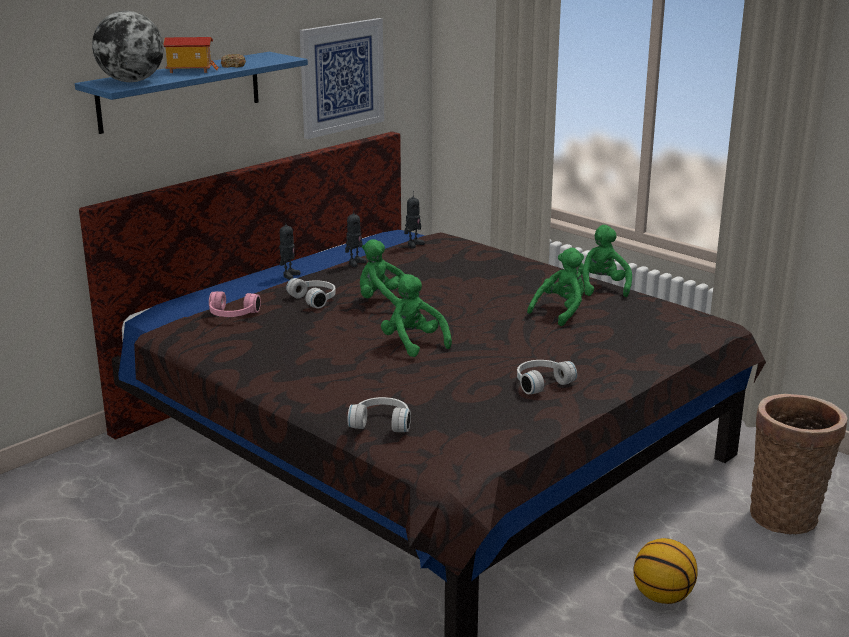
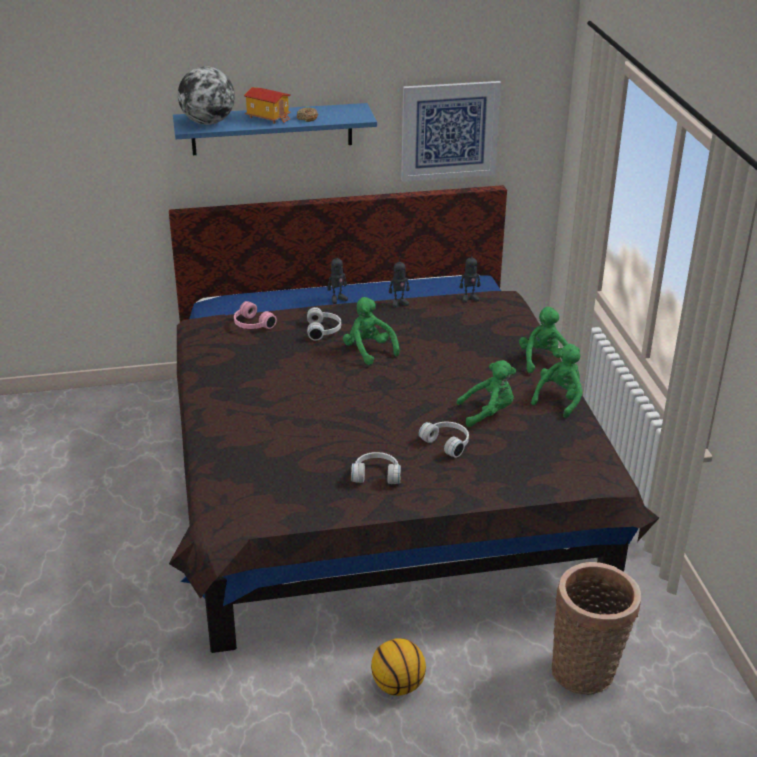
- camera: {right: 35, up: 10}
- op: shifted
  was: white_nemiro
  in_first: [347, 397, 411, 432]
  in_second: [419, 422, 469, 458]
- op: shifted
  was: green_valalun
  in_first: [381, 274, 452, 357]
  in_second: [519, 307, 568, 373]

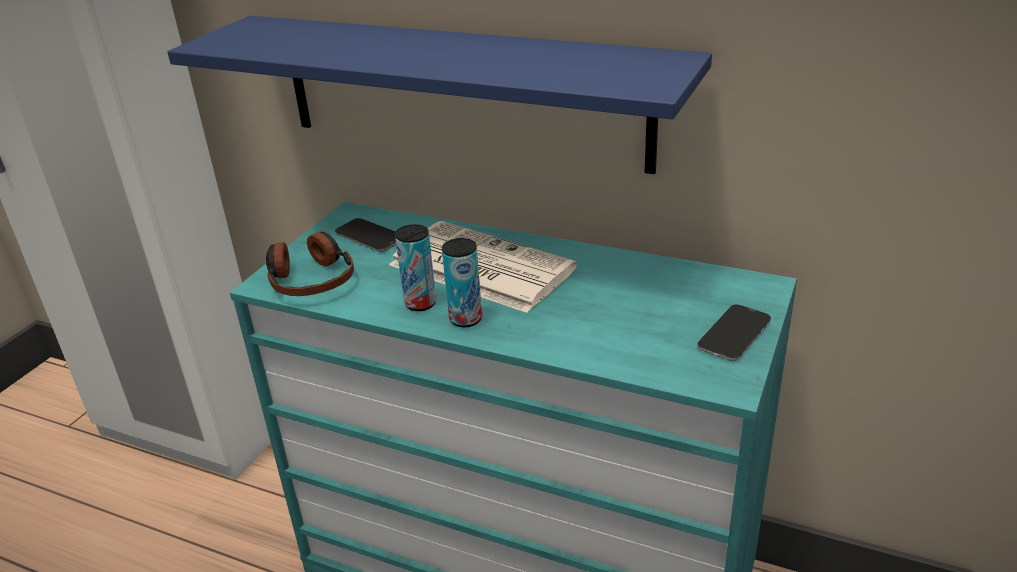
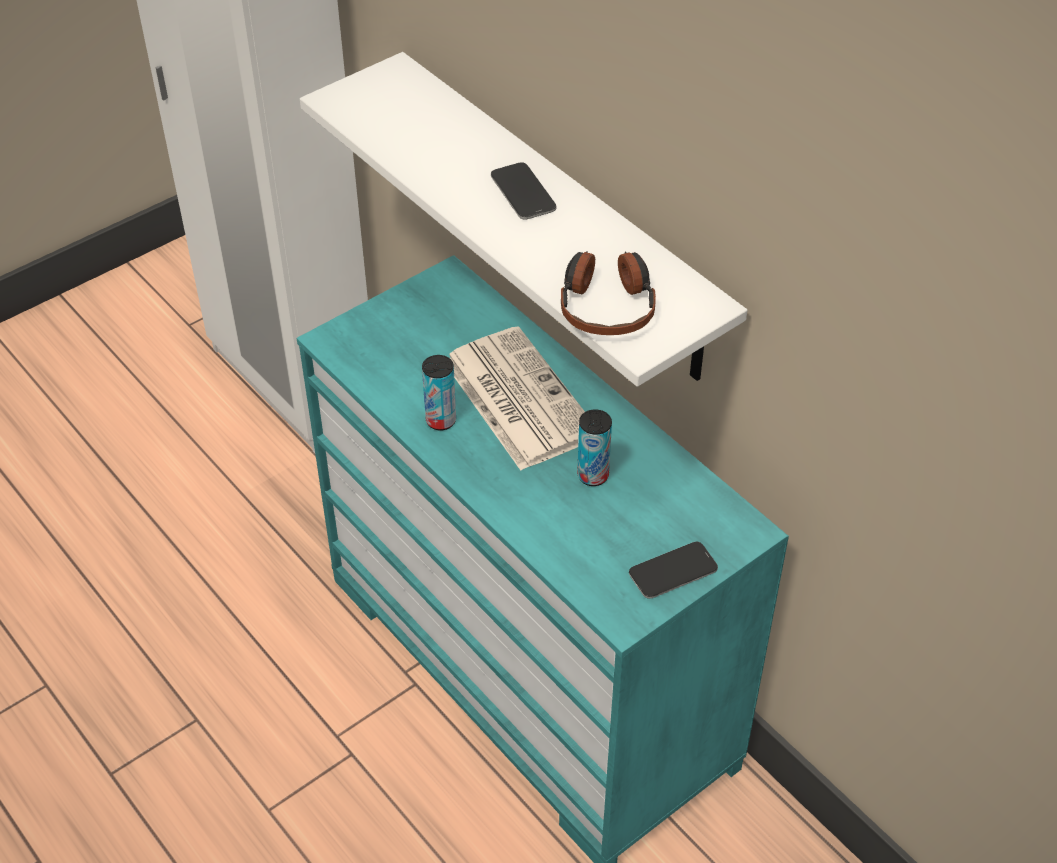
- camera: {right: 25, up: 15}
- op: repainted
  was: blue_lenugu
  now: white_lenugu
  in_first: [167, 16, 712, 174]
  in_second: [300, 52, 747, 387]
- op: shifted
  was: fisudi
  in_first: [335, 218, 396, 252]
  in_second: [491, 162, 557, 220]
- op: shifted
  was: nemiro
  in_first: [266, 231, 354, 296]
  in_second: [561, 251, 656, 335]
- op: shifted
  was: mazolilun
  in_first: [442, 238, 482, 327]
  in_second: [577, 409, 612, 486]

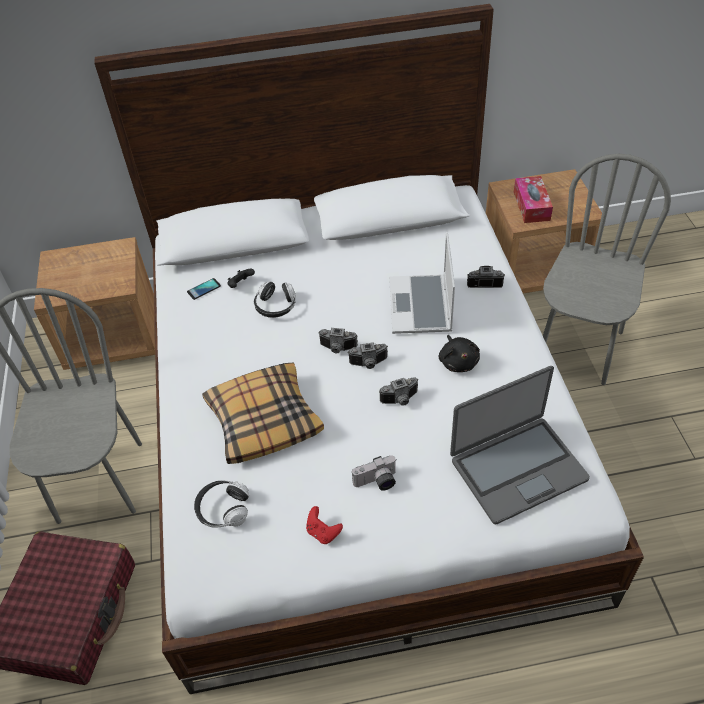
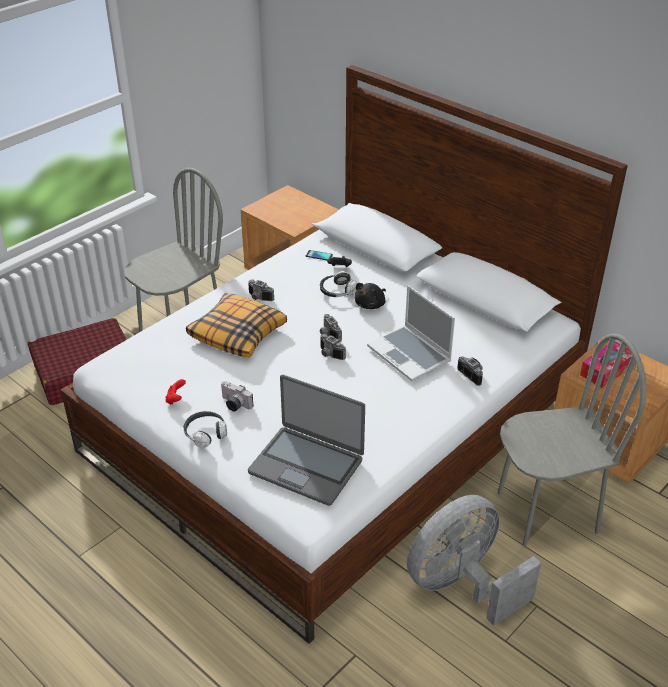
- camera: {right: 50, up: -10}
- op: shifted
  was: nemiro
  in_first: [194, 481, 249, 528]
  in_second: [183, 411, 227, 448]
- op: shifted
  was: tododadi
  in_first: [379, 377, 418, 406]
  in_second: [248, 280, 274, 301]
- op: shifted
  was: black_valalun
  in_first: [439, 335, 480, 372]
  in_second: [354, 283, 386, 309]
- op: rotated
  was: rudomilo
  in_first: [389, 232, 455, 334]
  in_second: [367, 285, 455, 381]
  clockwise: -90
- op: new
  now: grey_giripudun
  in_second: [407, 495, 541, 626]

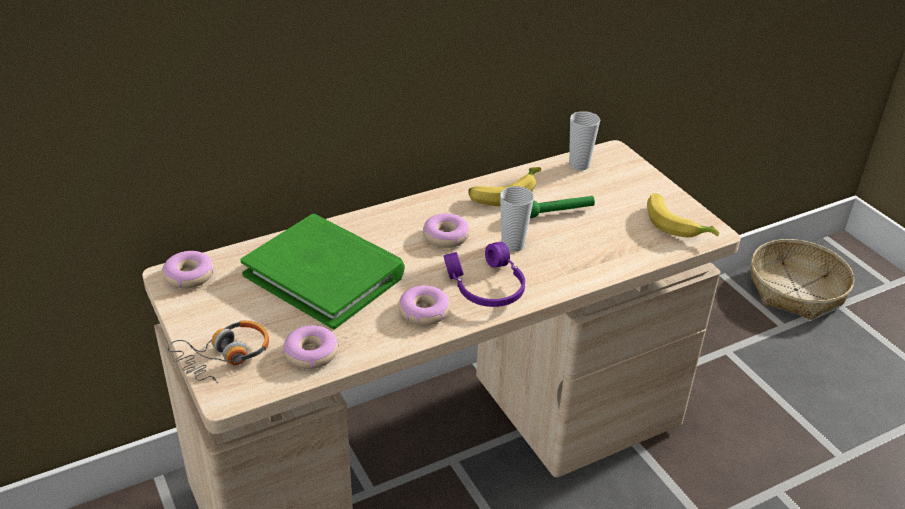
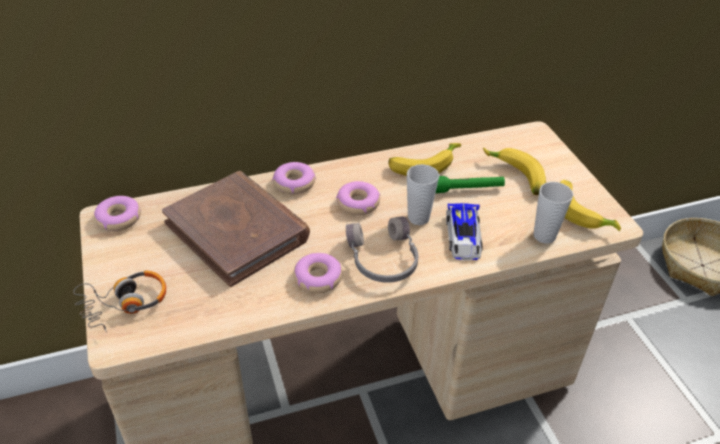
- camera: {right: 10, up: 5}
- op: repainted
  was: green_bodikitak
  now: brown_bodikitak
  in_first: [240, 214, 405, 329]
  in_second: [162, 171, 310, 287]
- op: shifted
  was: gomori
  in_first: [283, 325, 339, 369]
  in_second: [272, 162, 316, 194]
- op: repainted
  was: purple_nemiro
  now: grey_nemiro
  in_first: [444, 242, 525, 307]
  in_second: [346, 216, 418, 283]
- op: new
  now: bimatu
  in_second: [446, 203, 483, 260]
- op: new
  now: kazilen
  in_second: [483, 148, 546, 195]
- op: shifted
  was: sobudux
  in_first: [569, 111, 600, 170]
  in_second: [533, 182, 574, 244]

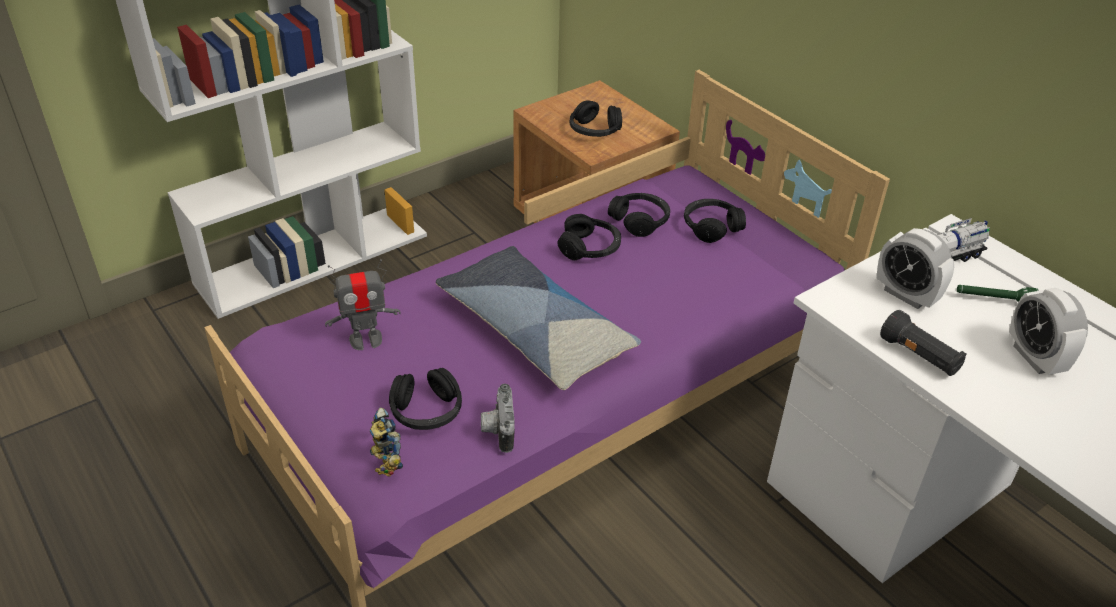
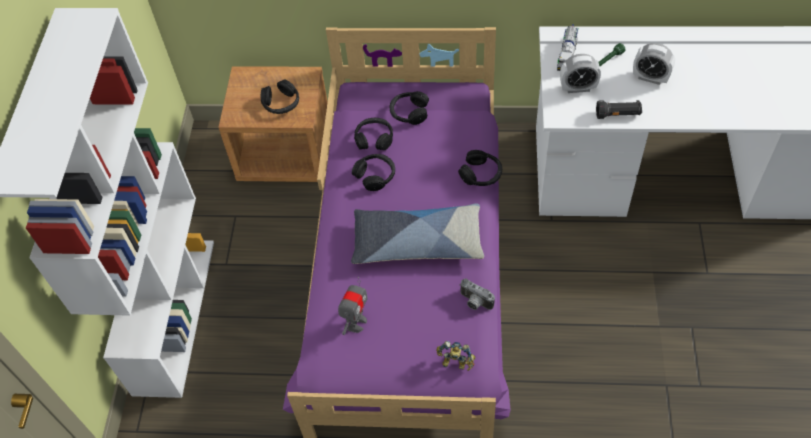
- camera: {right: -45, up: 15}
- op: shifted
  was: black_nemiro
  in_first: [389, 368, 462, 430]
  in_second: [458, 150, 502, 186]

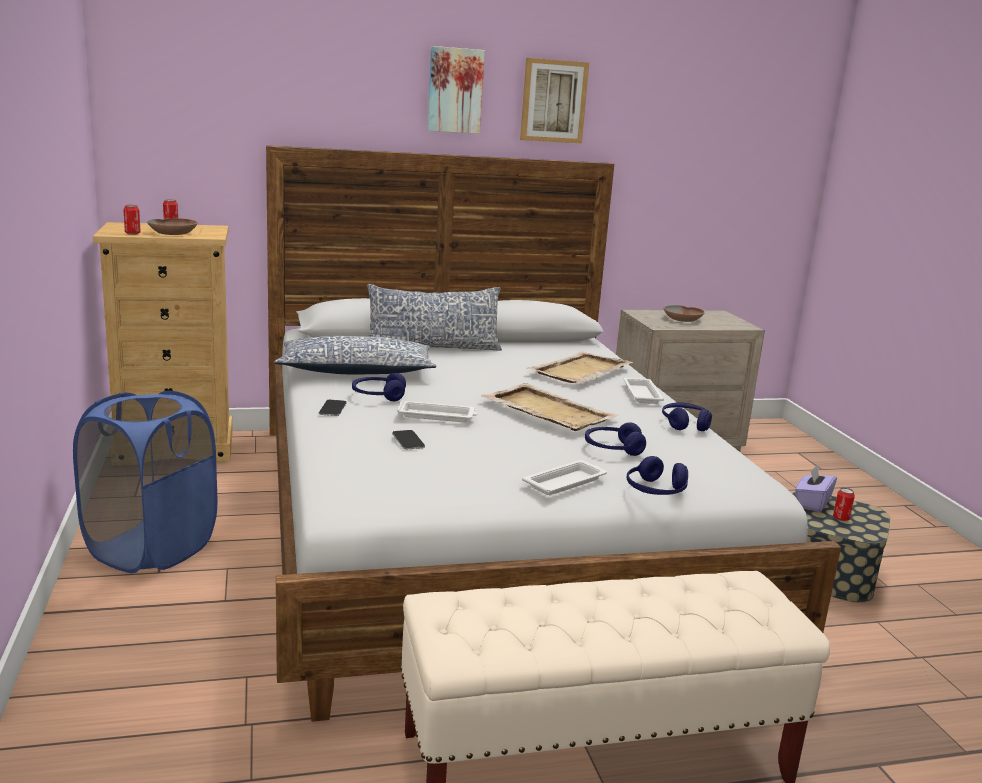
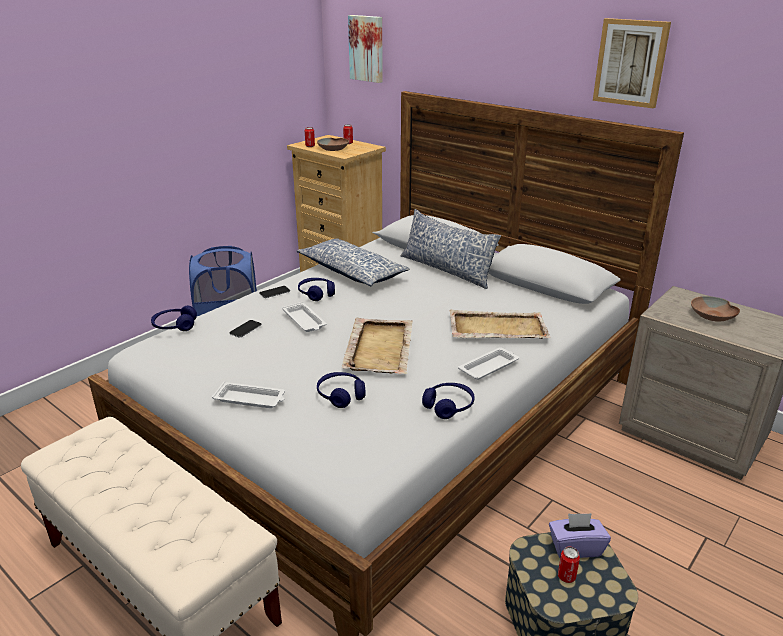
- camera: {right: 55, up: 10}
- op: shifted
  was: blue_nemiro
  in_first: [627, 456, 688, 495]
  in_second: [151, 305, 197, 331]
- op: shifted
  was: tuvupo
  in_first: [427, 46, 485, 134]
  in_second: [348, 15, 383, 83]

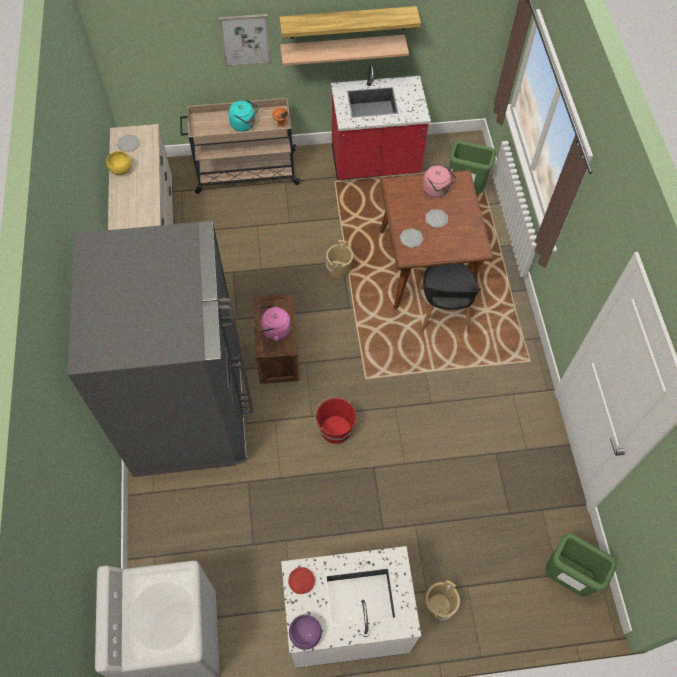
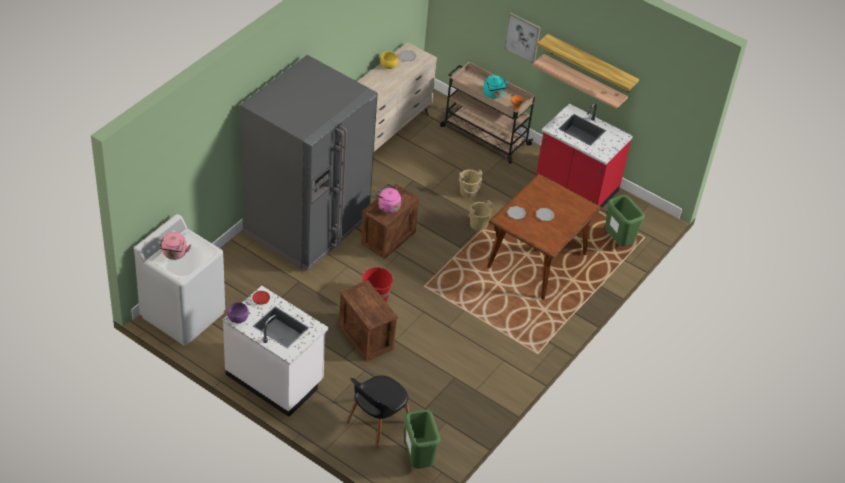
- camera: {right: 40, up: -15}
- op: shifted
  was: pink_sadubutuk
  in_first: [422, 166, 457, 198]
  in_second: [159, 232, 191, 260]
- op: new
  now: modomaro
  in_second: [339, 280, 398, 361]
- op: shifted
  was: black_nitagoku
  in_first: [420, 264, 481, 333]
  in_second: [347, 375, 409, 448]
- op: shifted
  was: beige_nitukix
  in_first: [426, 580, 460, 621]
  in_second: [459, 170, 482, 198]

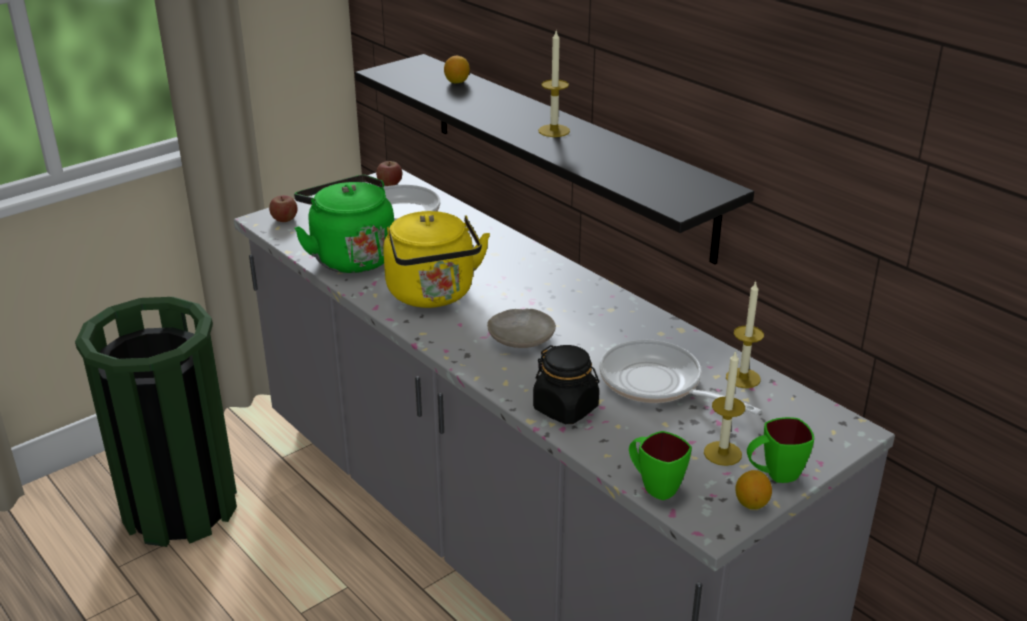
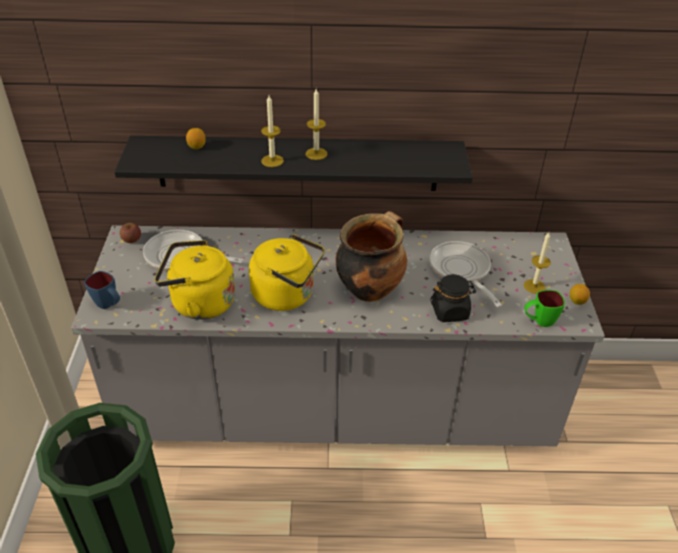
- camera: {right: -50, up: 10}
- op: swapped
  was: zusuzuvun
  now: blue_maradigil
  in_first: [269, 195, 297, 222]
  in_second: [84, 271, 120, 309]
- op: repainted
  was: green_sadubutuk
  now: yellow_sadubutuk
  in_first: [294, 175, 394, 273]
  in_second: [155, 240, 235, 320]
- op: shifted
  was: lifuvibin
  in_first: [726, 281, 764, 388]
  in_second: [261, 95, 284, 167]
- op: swapped
  was: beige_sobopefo
  now: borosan
  in_first: [487, 309, 556, 348]
  in_second: [336, 211, 407, 302]
- op: rotated
  was: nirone
  in_first: [599, 340, 762, 415]
  in_second: [429, 241, 502, 307]
  clockwise: 75
- op: gone
  was: green_maradigil
  in_first: [747, 417, 814, 483]

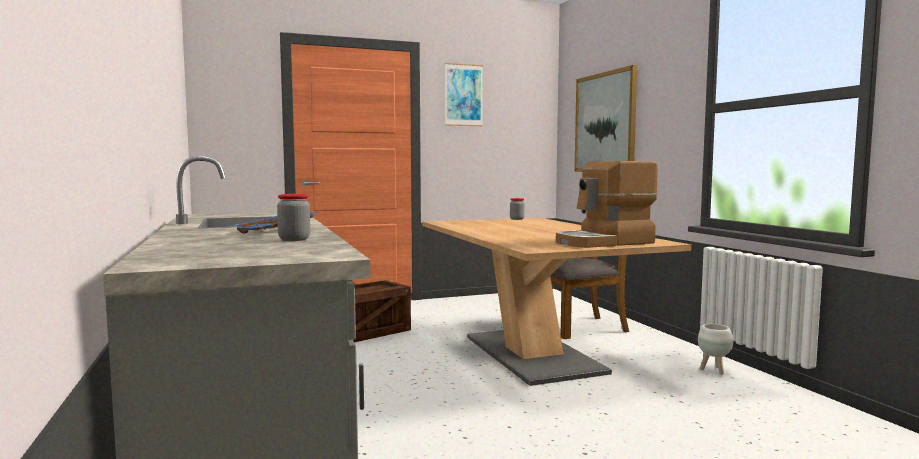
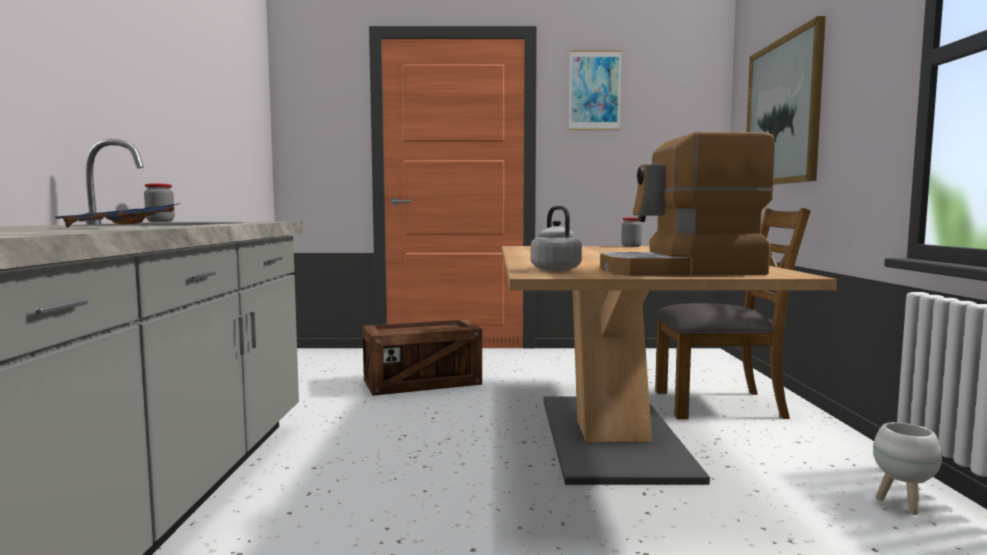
- camera: {right: 20, up: 0}
- op: shifted
  was: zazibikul
  in_first: [277, 194, 310, 241]
  in_second: [144, 184, 175, 222]
- op: new
  now: grey_sadubutuk
  in_second: [530, 206, 582, 271]

